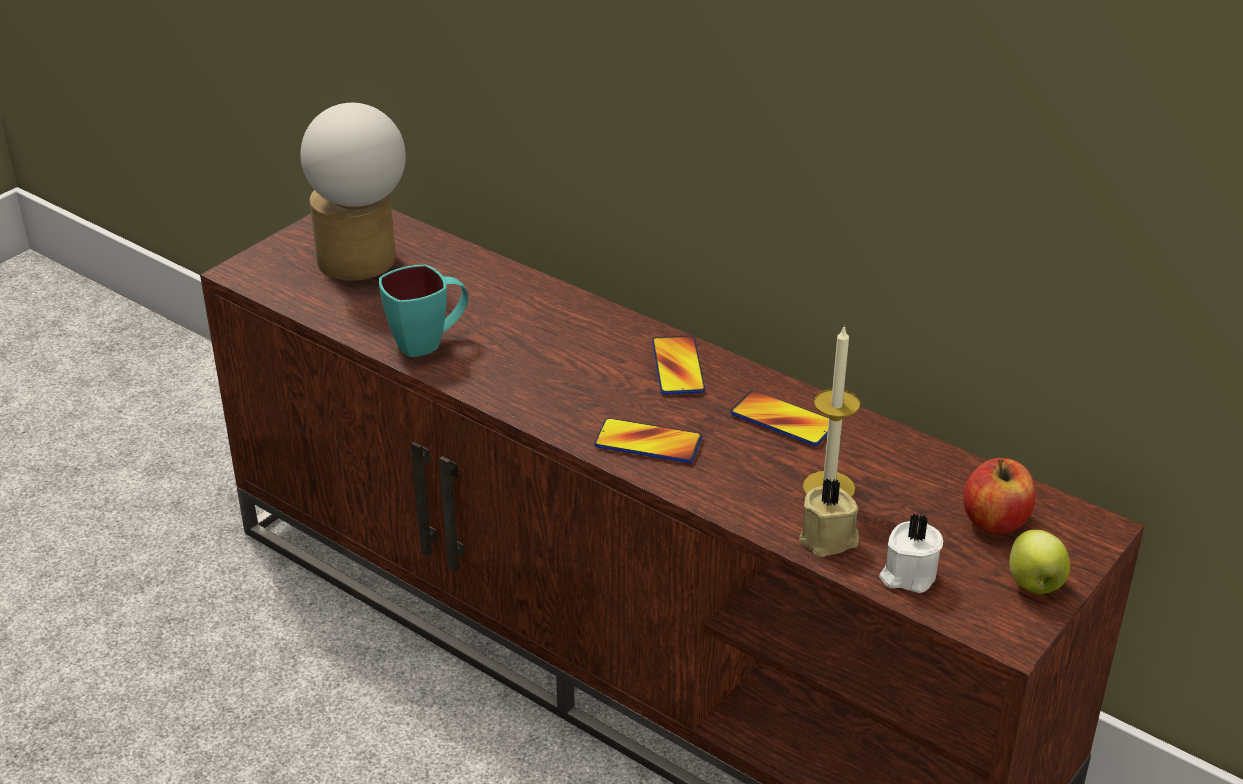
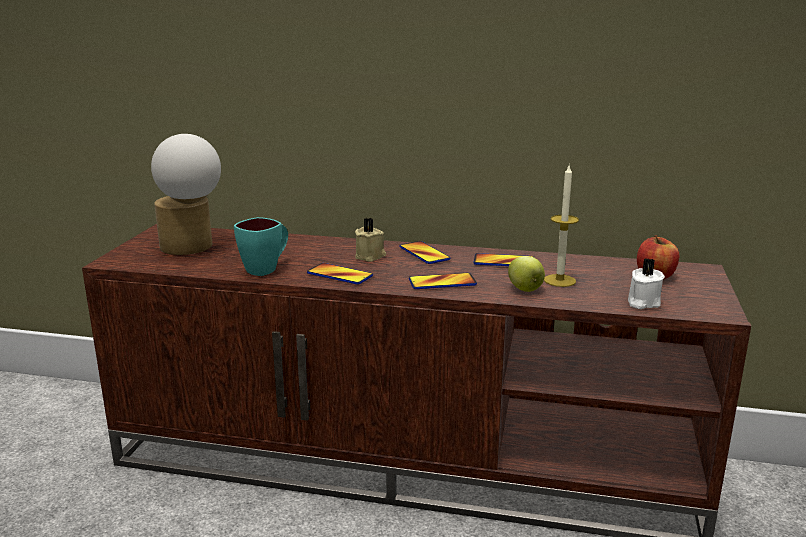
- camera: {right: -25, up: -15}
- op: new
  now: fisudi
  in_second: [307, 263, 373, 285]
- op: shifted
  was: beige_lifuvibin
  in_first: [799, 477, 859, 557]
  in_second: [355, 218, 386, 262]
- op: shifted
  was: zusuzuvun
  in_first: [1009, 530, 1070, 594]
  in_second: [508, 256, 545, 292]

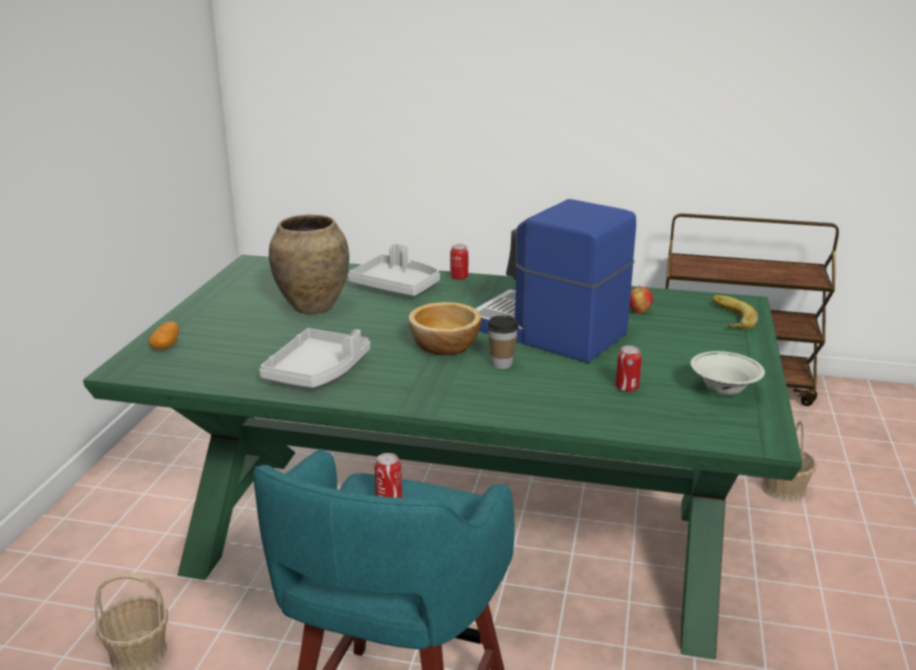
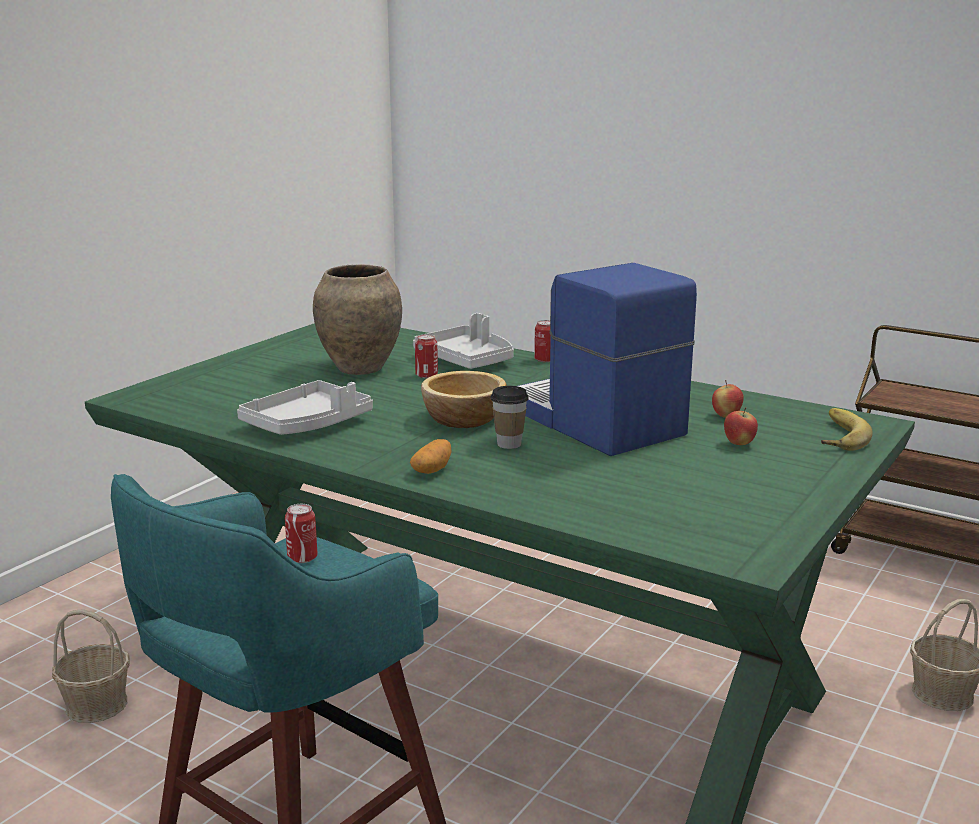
- camera: {right: 20, up: -5}
- op: shifted
  was: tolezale
  in_first: [148, 321, 179, 349]
  in_second: [410, 439, 452, 474]
- op: shifted
  was: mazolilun
  in_first: [616, 346, 642, 392]
  in_second: [415, 334, 438, 378]
- op: new
  now: zusuzuvun
  in_second: [724, 407, 758, 445]
- op: gone
  was: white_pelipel
  in_first: [691, 351, 765, 395]

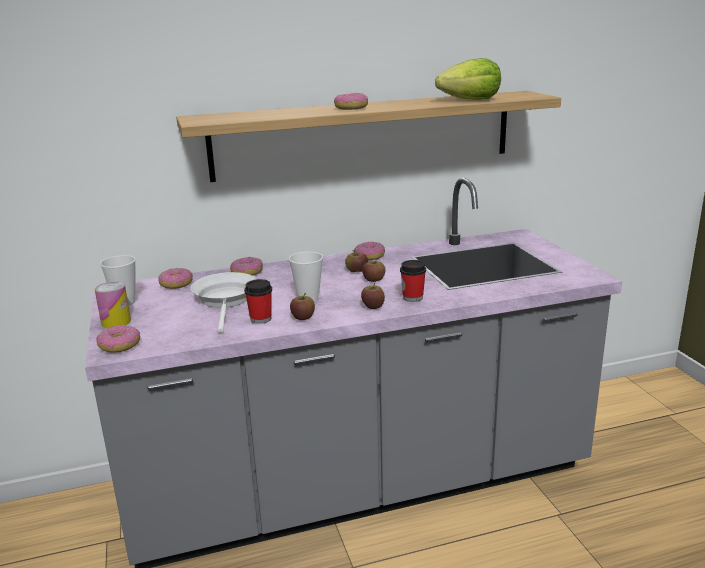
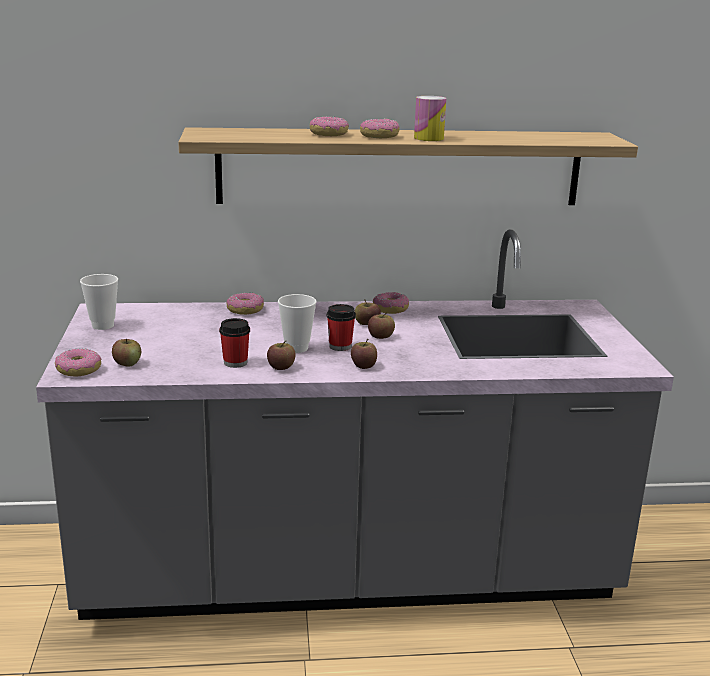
- camera: {right: 10, up: 0}
- op: new
  now: zusuzuvun
  in_second: [112, 339, 141, 367]
- op: shifted
  was: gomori
  in_first: [158, 268, 193, 289]
  in_second: [310, 116, 349, 136]
- op: shifted
  was: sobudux
  in_first: [400, 260, 426, 302]
  in_second: [327, 304, 356, 351]
- op: shifted
  was: mazolilun
  in_first: [95, 281, 131, 328]
  in_second: [414, 96, 446, 141]
- op: gone
  was: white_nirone
  in_first: [191, 272, 257, 333]
- op: gone
  was: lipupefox
  in_first: [435, 58, 501, 100]

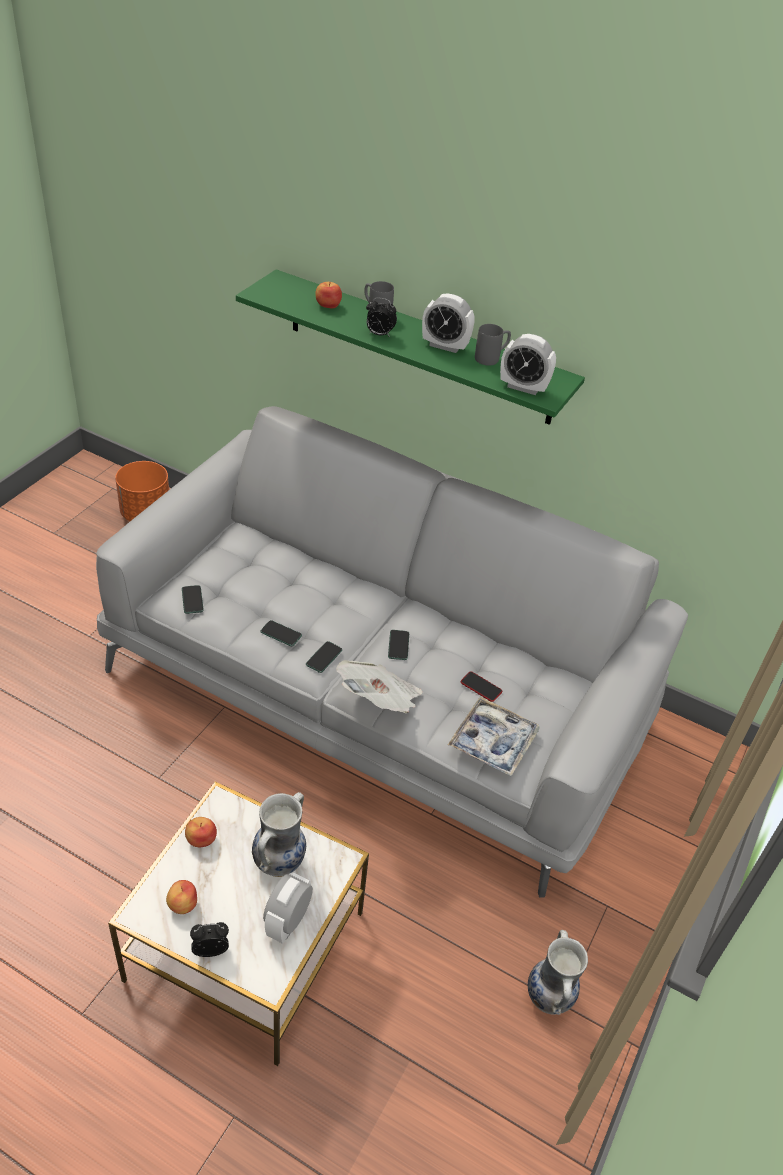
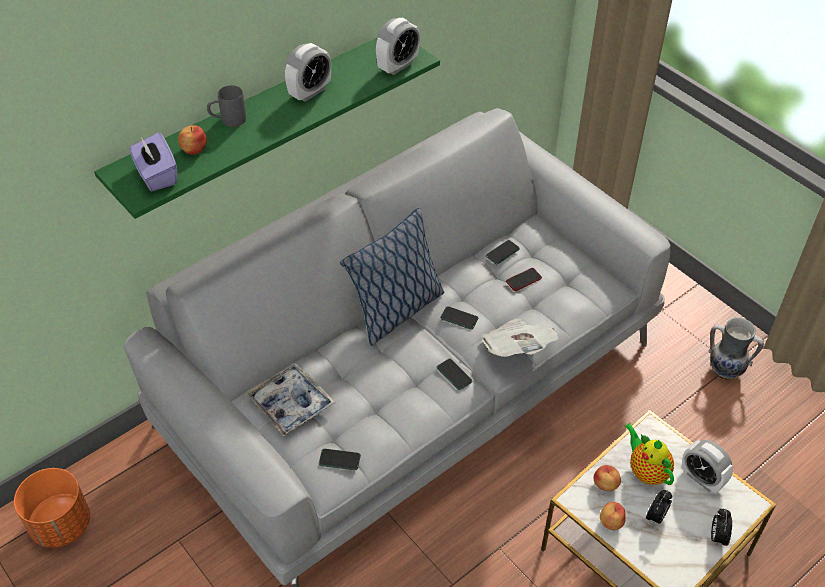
- camera: {right: -65, up: 5}
- op: new
  now: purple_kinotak
  in_second: [129, 132, 178, 191]
- op: shifted
  was: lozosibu
  in_first: [448, 697, 540, 776]
  in_second: [246, 363, 335, 436]
- op: new
  now: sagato
  in_second: [340, 208, 444, 346]
- op: shifted
  was: fisudi
  in_first: [260, 620, 302, 646]
  in_second: [486, 240, 520, 264]
- op: shifted
  was: zusuzuvun
  in_first: [166, 880, 197, 914]
  in_second: [594, 465, 621, 491]
- op: swapped
  was: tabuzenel
  now: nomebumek
  in_first: [252, 792, 306, 877]
  in_second: [625, 423, 674, 485]
- op: shifted
  was: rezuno
  in_first: [366, 297, 397, 337]
  in_second: [646, 490, 672, 525]
- op: gone
  was: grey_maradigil
  in_first: [475, 324, 511, 365]

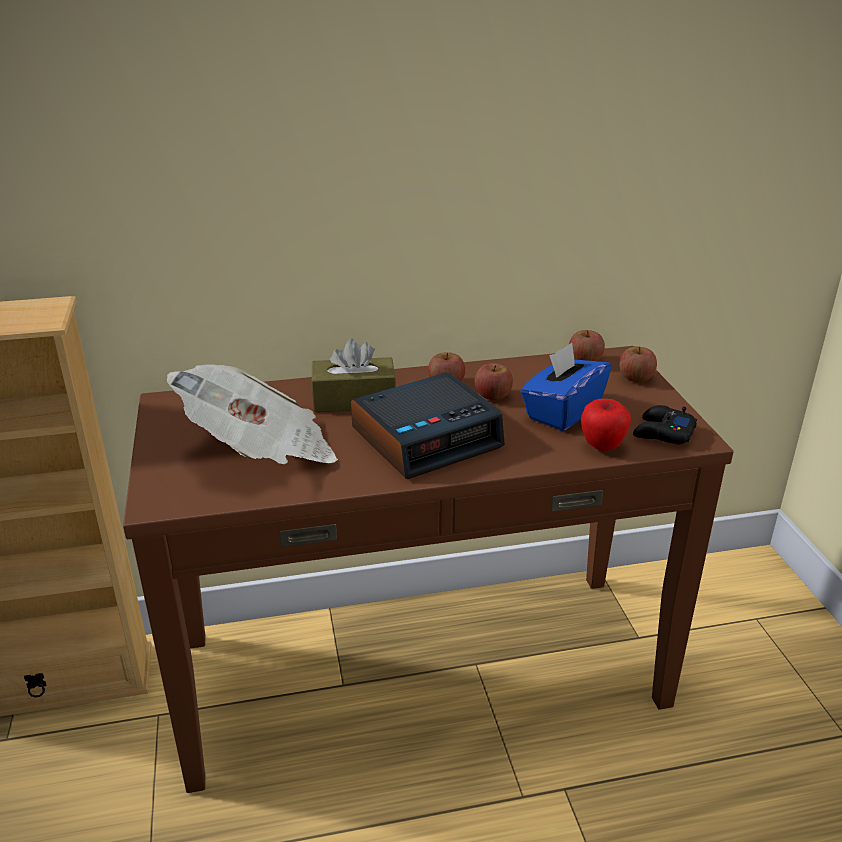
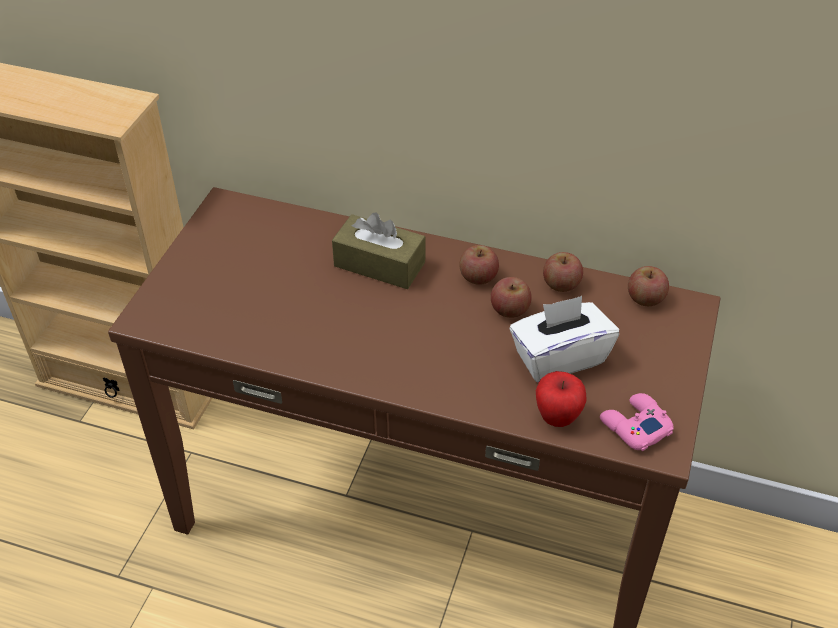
- camera: {right: 30, up: 15}
- op: repainted
  was: blue_kinotak
  now: white_kinotak
  in_first: [520, 343, 611, 431]
  in_second: [510, 296, 619, 383]
- op: shifted
  was: zusuzuvun
  in_first: [619, 347, 657, 382]
  in_second: [543, 252, 583, 292]
- op: repainted
  was: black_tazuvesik
  now: pink_tazuvesik
  in_first: [633, 405, 697, 444]
  in_second: [600, 393, 674, 451]
- op: gone
  was: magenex
  in_first: [167, 365, 338, 464]
- op: gone
  was: rezuno
  in_first: [351, 372, 505, 479]

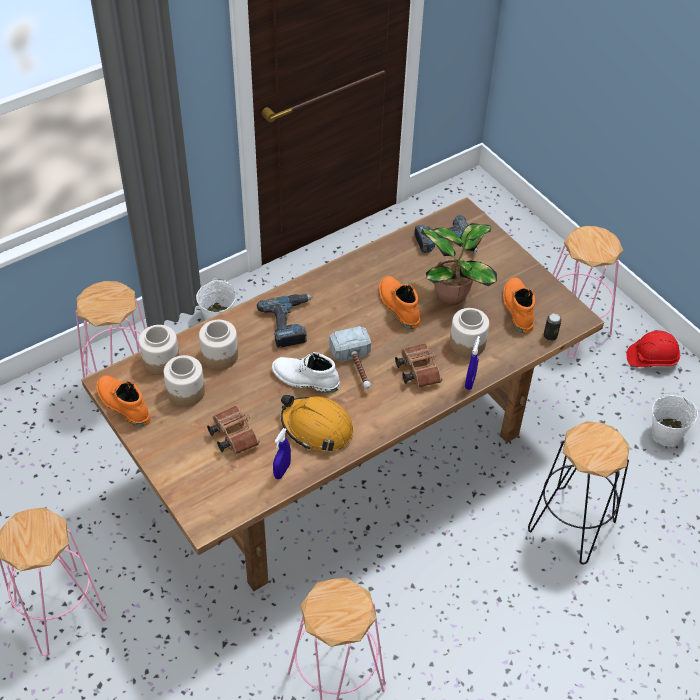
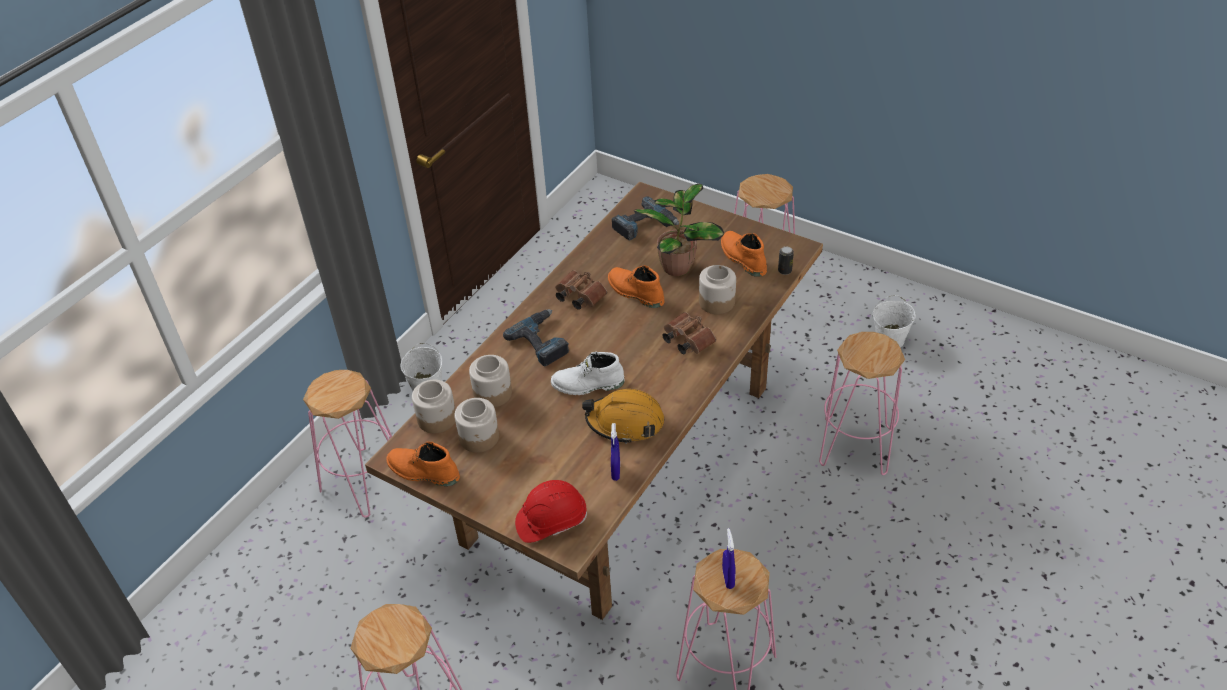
- camera: {right: -20, up: -5}
- op: shifted
  was: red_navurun
  in_first: [627, 331, 680, 368]
  in_second: [515, 480, 587, 543]
- op: shifted
  was: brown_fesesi
  in_first: [207, 406, 260, 455]
  in_second: [555, 270, 607, 310]
- op: shifted
  was: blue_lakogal
  in_first: [465, 336, 480, 390]
  in_second: [722, 528, 736, 589]
- op: repainted
  was: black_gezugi
  now: pink_gezugi
  in_first: [528, 421, 630, 564]
  in_second: [819, 332, 905, 475]
- op: gone
  was: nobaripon
  in_first: [329, 326, 371, 389]

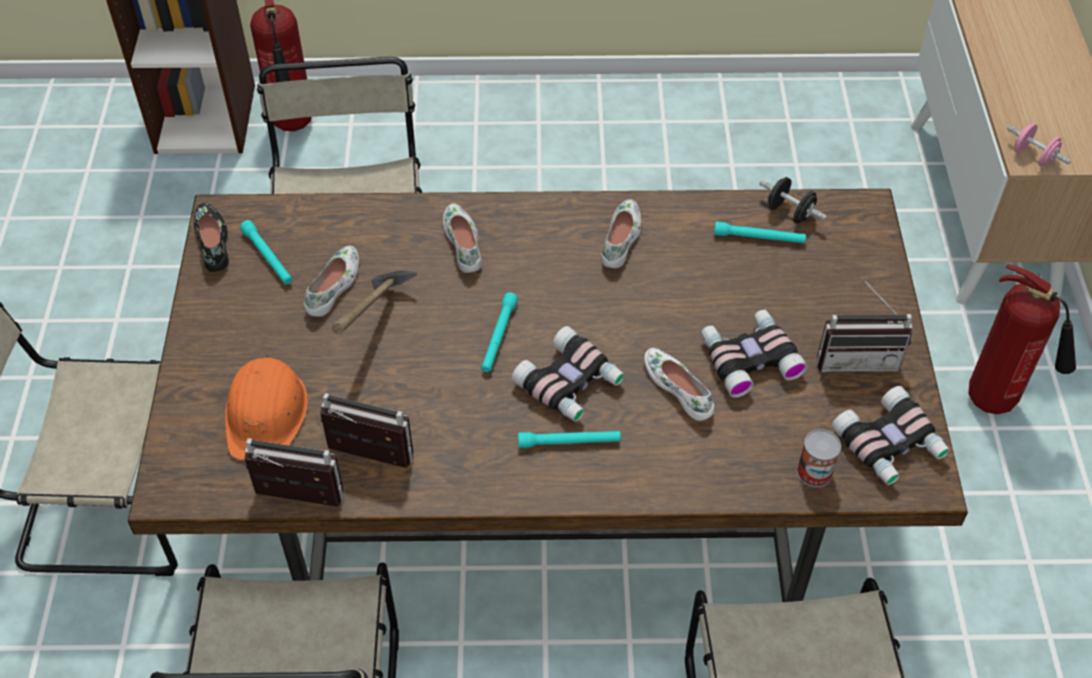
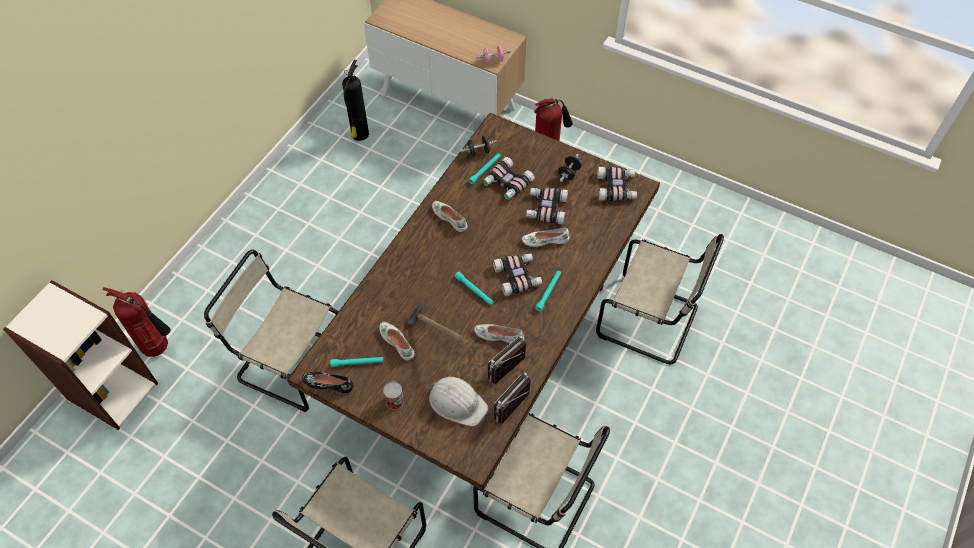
- camera: {right: -60, up: 5}
- op: new
  now: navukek
  in_second: [342, 60, 369, 141]
- op: shifted
  was: mazolilun
  in_first: [797, 429, 841, 487]
  in_second: [383, 381, 404, 410]
- op: repainted
  was: orange_navurun
  now: white_navurun
  in_first: [225, 355, 308, 461]
  in_second: [428, 377, 488, 427]
- op: shifted
  was: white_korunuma
  in_first: [443, 203, 482, 273]
  in_second: [474, 324, 524, 343]
- op: new
  now: fesesi
  in_second: [483, 157, 535, 200]
- op: swapped
  was: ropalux
  now: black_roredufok
  in_first: [816, 277, 912, 372]
  in_second: [558, 154, 582, 182]

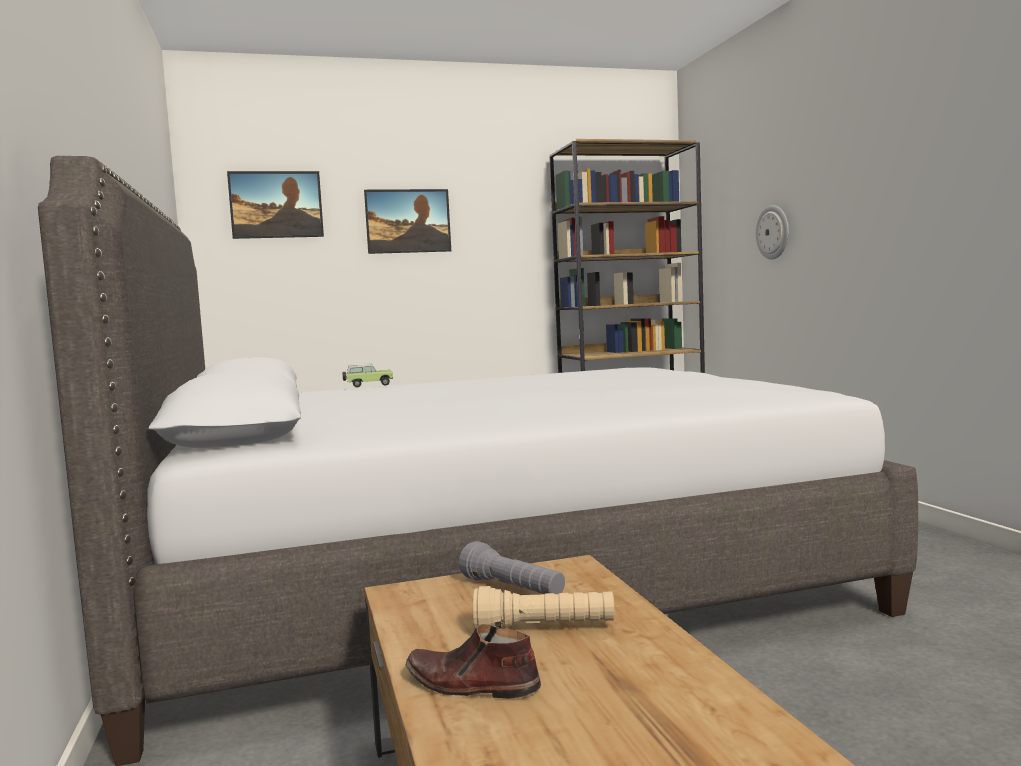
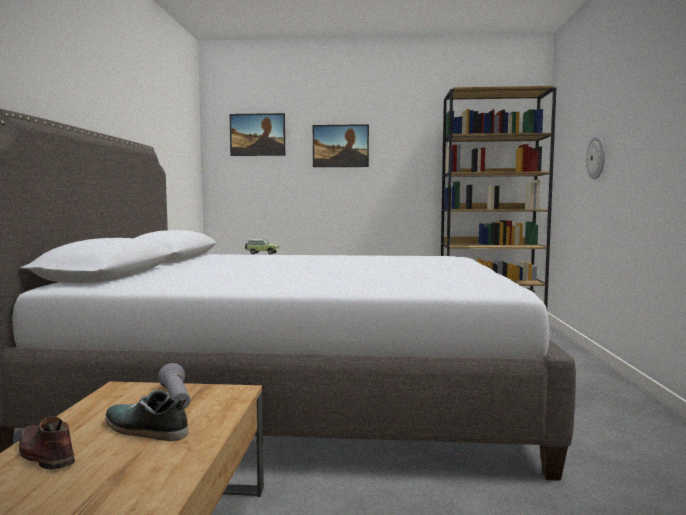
- camera: {right: 20, up: 0}
- op: swapped
  was: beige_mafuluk
  now: korunuma
  in_first: [473, 586, 615, 629]
  in_second: [105, 390, 189, 441]

